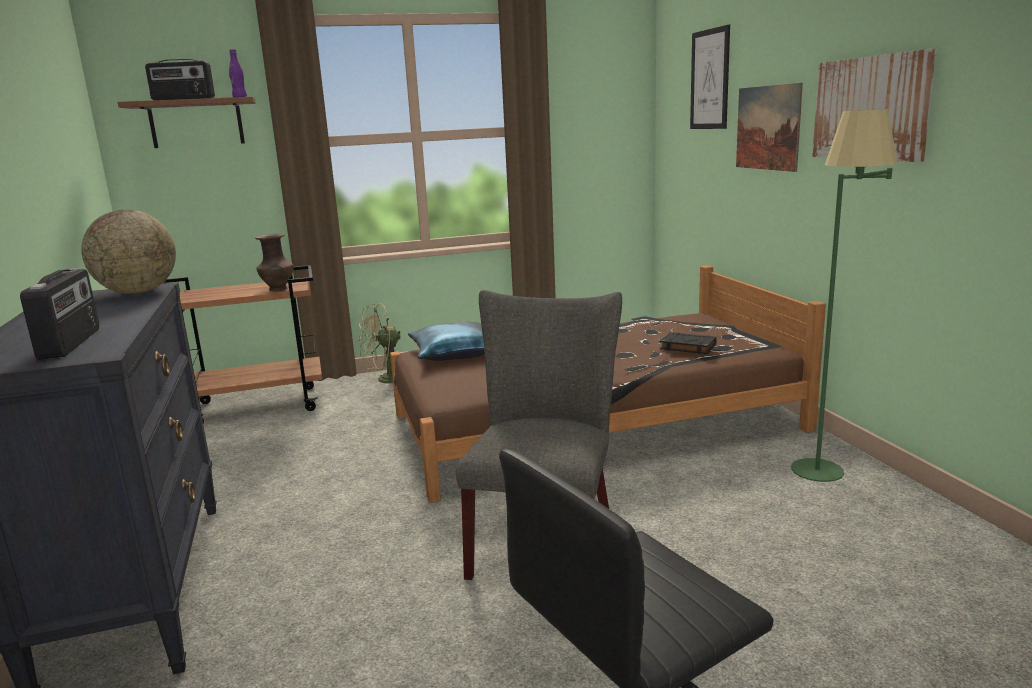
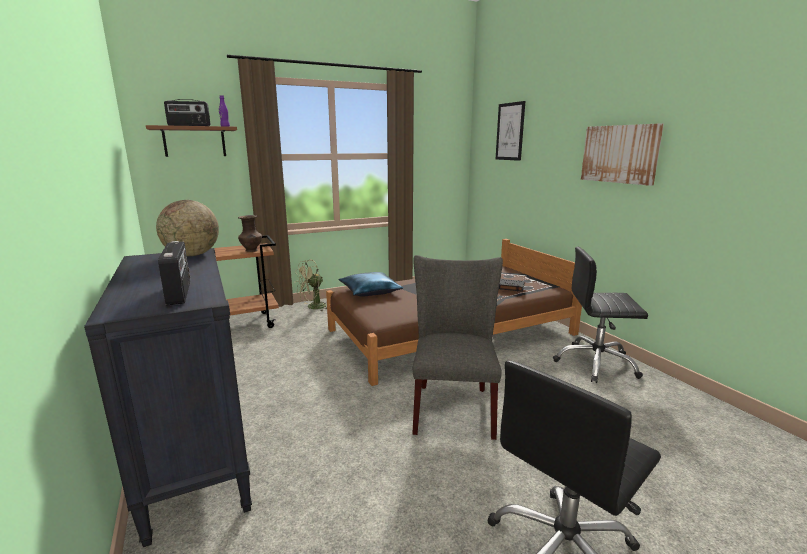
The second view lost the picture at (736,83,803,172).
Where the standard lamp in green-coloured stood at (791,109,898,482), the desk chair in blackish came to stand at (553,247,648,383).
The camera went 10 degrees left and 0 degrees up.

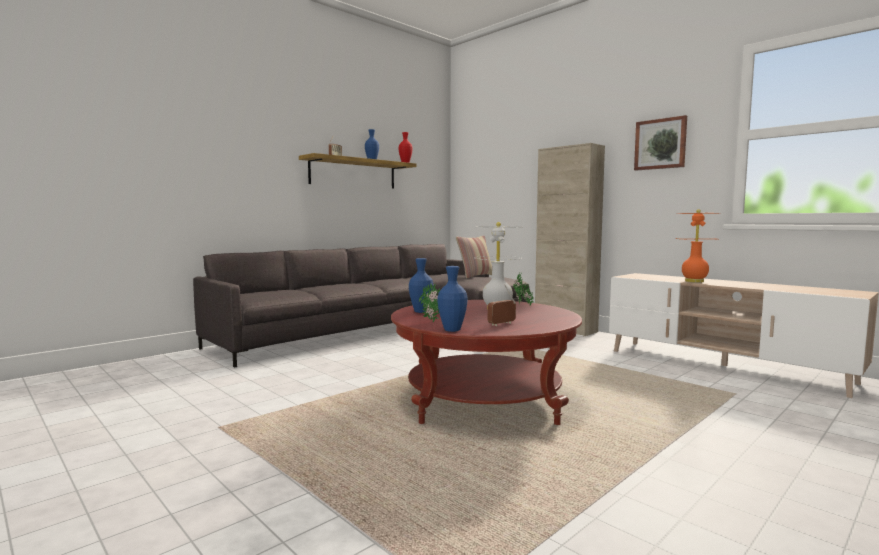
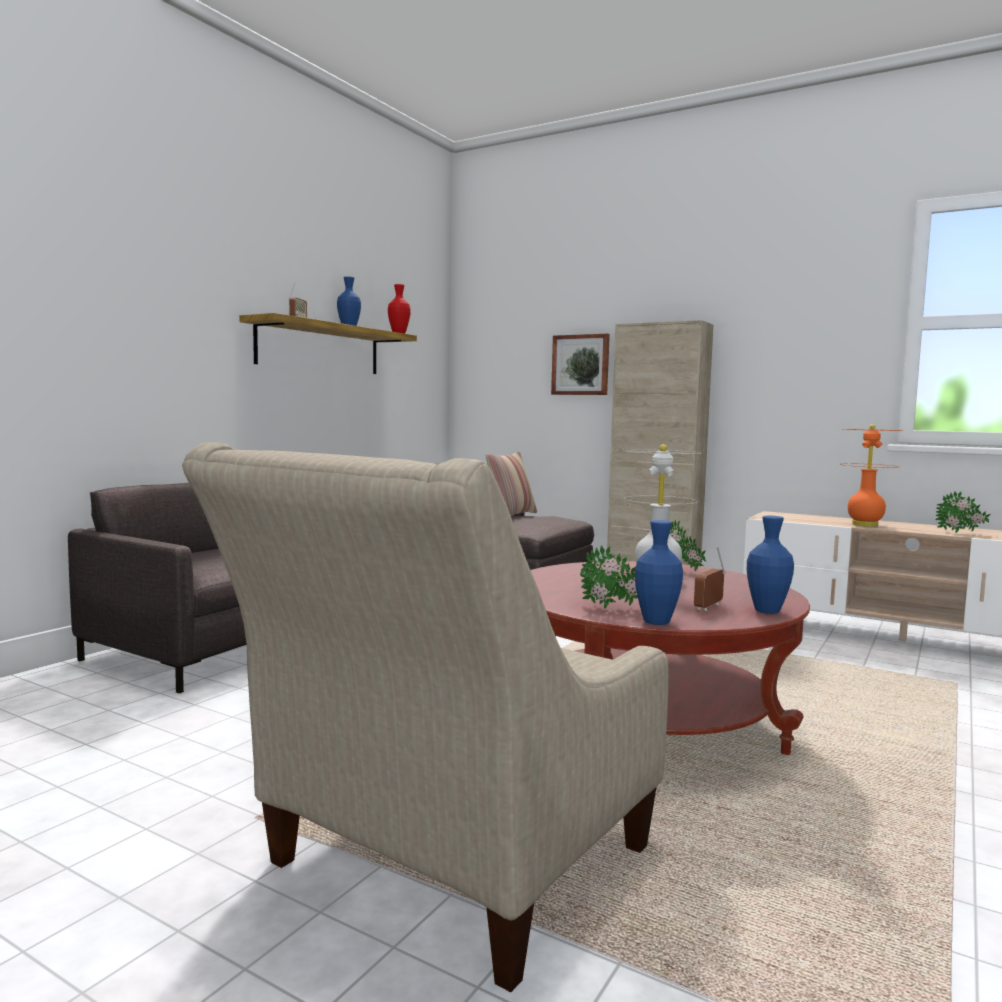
The picture ended up elsewhere, having gone from (634,115,687,171) to (551,334,610,395).
The flower vase in blue-coloured ended up elsewhere, having gone from (409,258,434,313) to (747,516,794,614).
The second view gained the lounge chair in beige-coloured at (182,442,669,992).
The second view gained the potted plant at (935,491,990,533).
The camera went 15 degrees left and 0 degrees up.

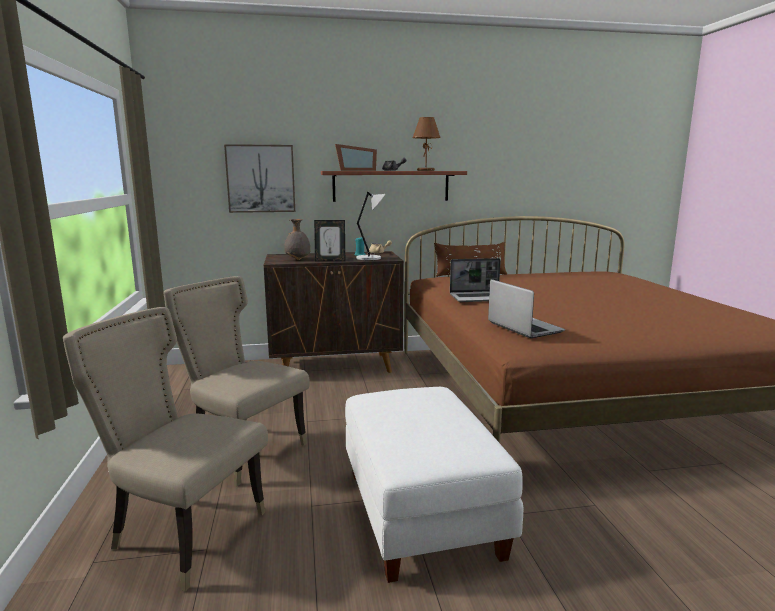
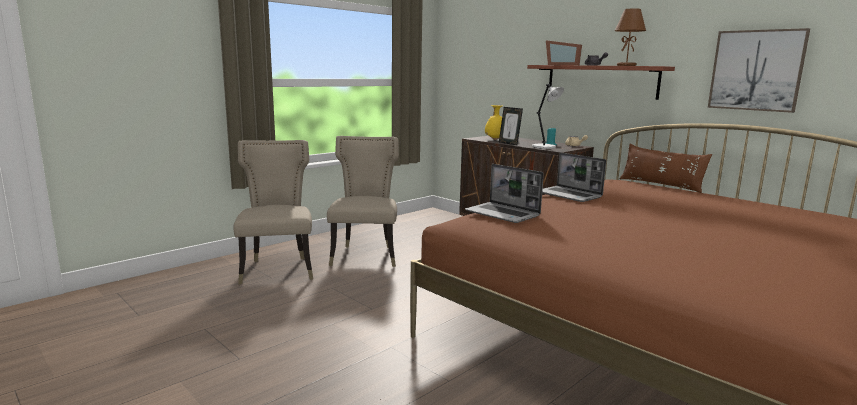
The picture ended up elsewhere, having gone from (224,144,295,213) to (708,28,810,113).
What was the flower vase in greyish at (284,219,311,260) turned into the flower vase in yellow-coloured at (485,105,502,140).
The notebook computer at (488,279,565,338) ended up facing another way, 105 degrees clockwise from before.
The second view lost the ottoman in white at (345,387,523,583).
The camera went 55 degrees right and 0 degrees up.

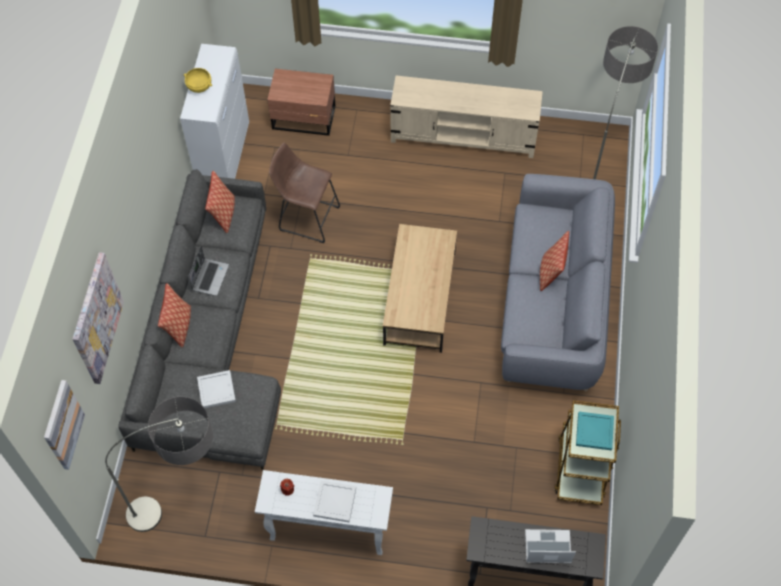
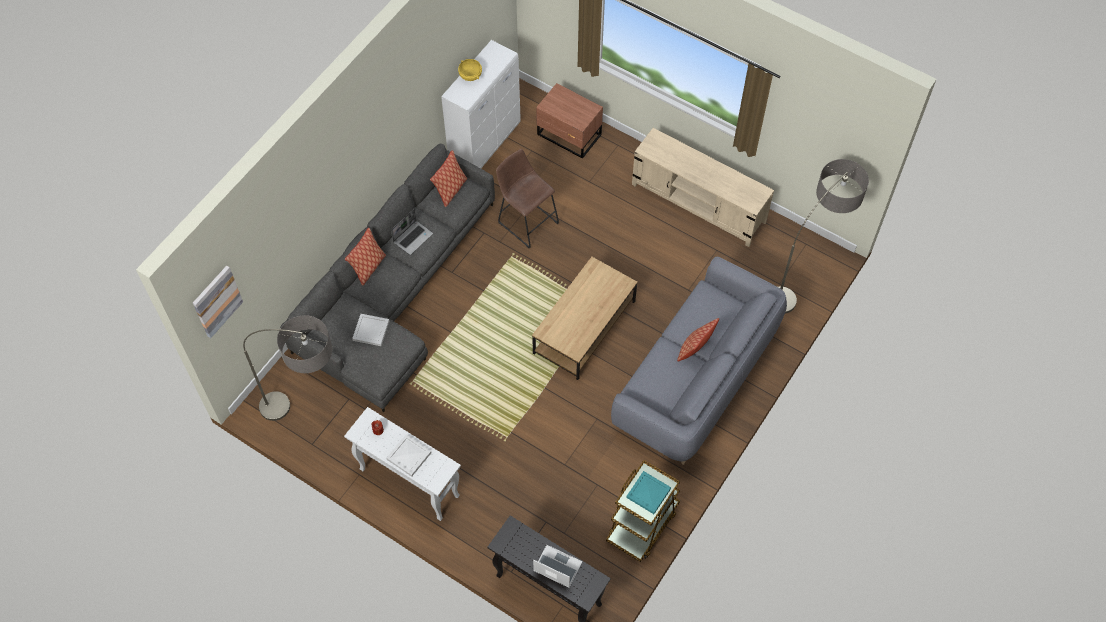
The second view lost the picture at (72,252,124,384).
The camera went 25 degrees right and 0 degrees up.

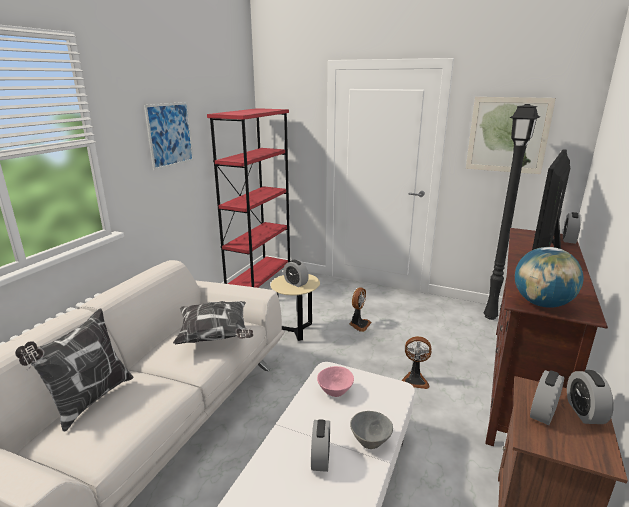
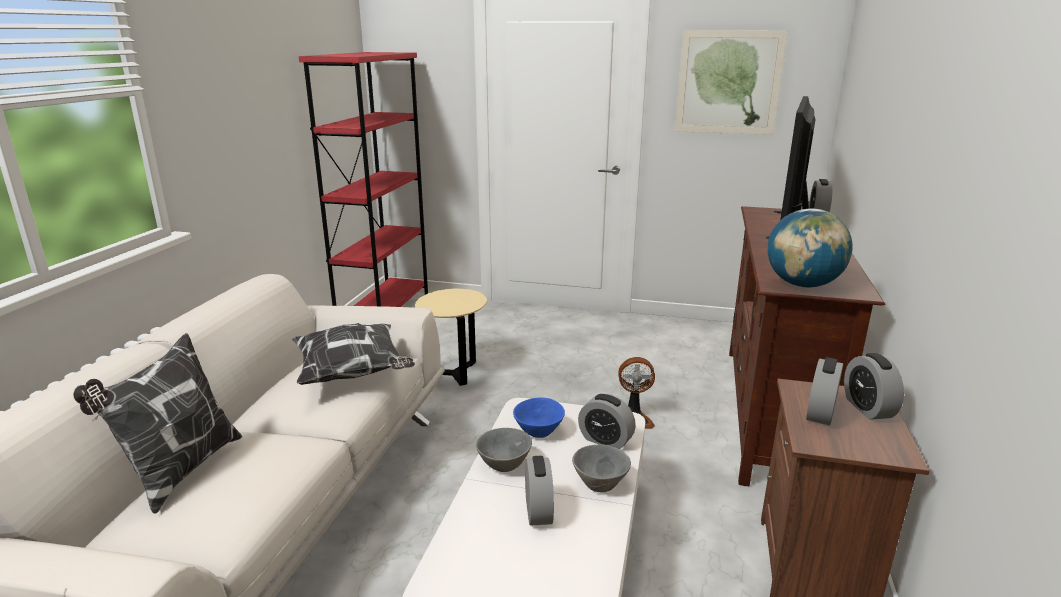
The second view lost the picture at (144,102,194,170).
The second view lost the standard lamp in blackish at (484,104,540,320).
The table clock ended up elsewhere, having gone from (283,260,309,287) to (578,394,636,449).
The second view lost the electric fan at (349,287,372,332).
What was the deep dish in pinkish at (317,366,354,397) turned into the deep dish in blue-coloured at (513,398,565,438).
The second view gained the deep dish in greyish at (476,428,532,472).
The camera went 10 degrees left and 0 degrees up.

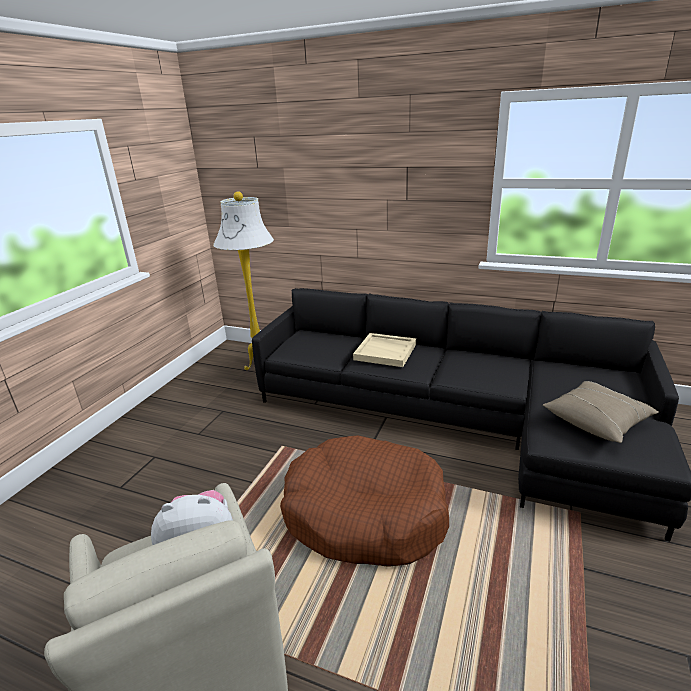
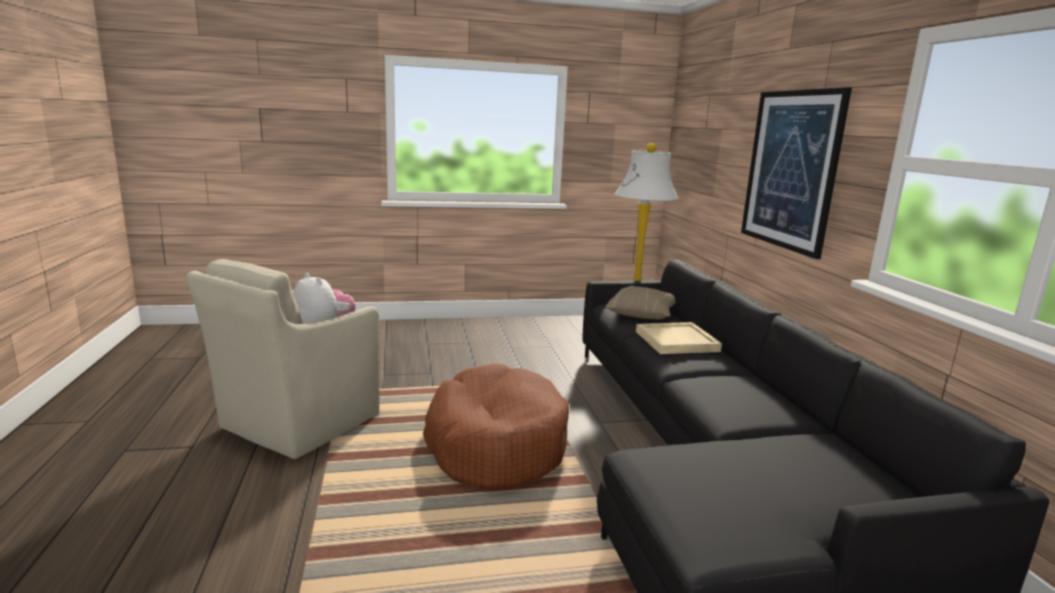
The cushion in beige-coloured ended up elsewhere, having gone from (543,381,659,443) to (605,286,675,319).
The second view gained the picture at (741,87,852,259).
The camera went 55 degrees right and 10 degrees down.

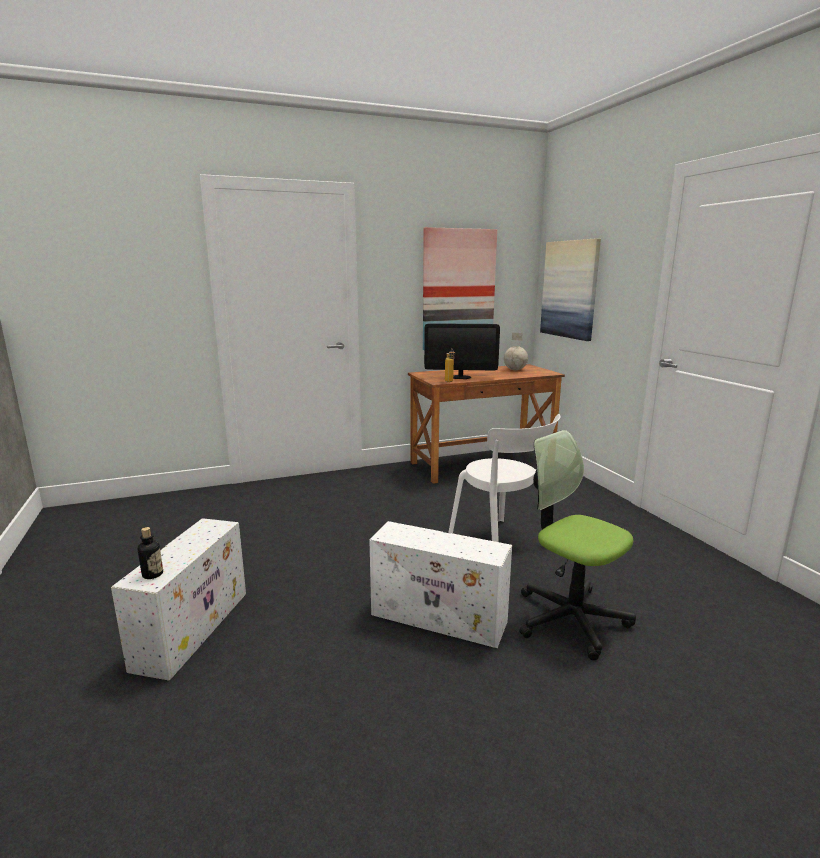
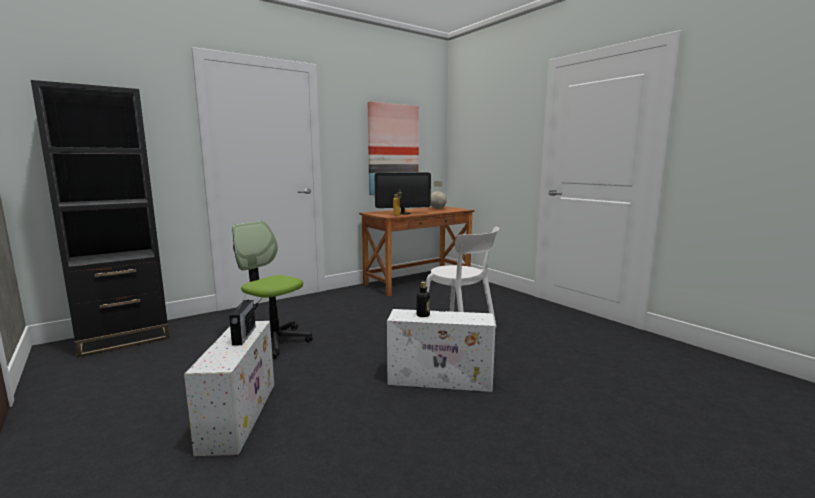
The second view lost the picture at (540,238,601,341).
The desk chair ended up elsewhere, having gone from (519,430,636,660) to (232,221,313,359).
The beverage bottle ended up elsewhere, having gone from (138,527,163,579) to (417,281,430,317).
The second view gained the bookcase in blackish at (31,80,170,358).
The second view gained the radio at (229,294,256,346).
The camera went 15 degrees left and 5 degrees down.

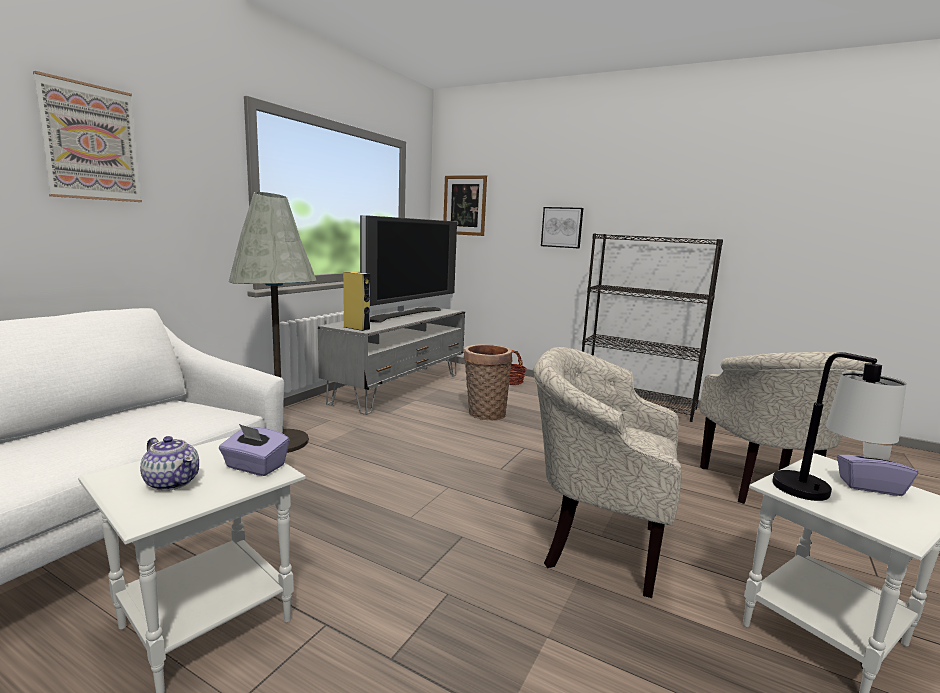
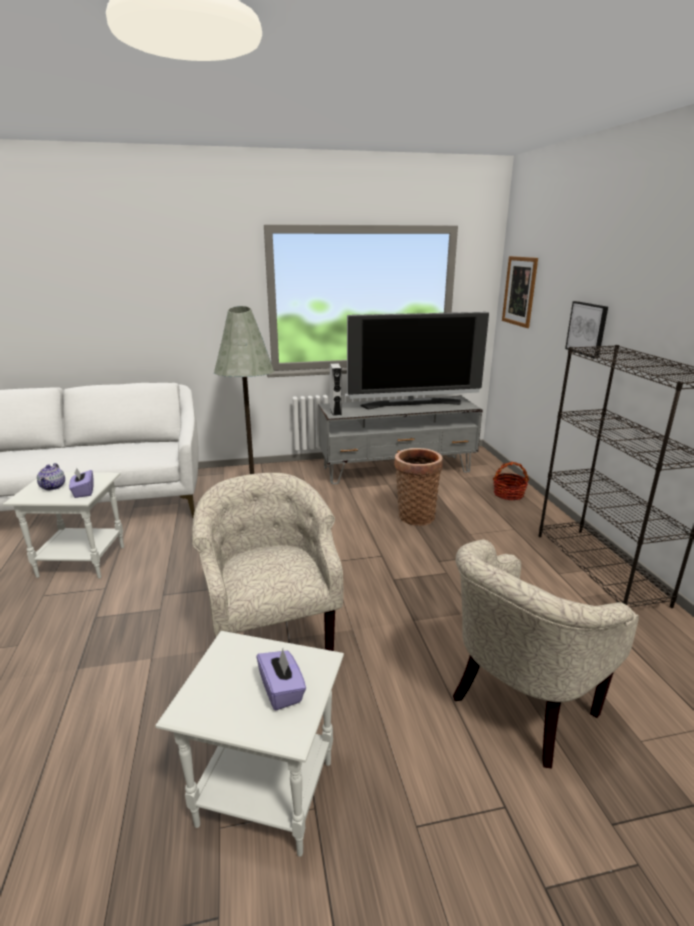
The second view lost the picture at (33,71,142,202).
What was the loudspeaker in yellow-coloured at (343,272,371,331) turned into the loudspeaker in greyish at (330,363,342,416).
The second view lost the tabletop lamp at (772,352,907,501).
The camera went 50 degrees right and 10 degrees up.

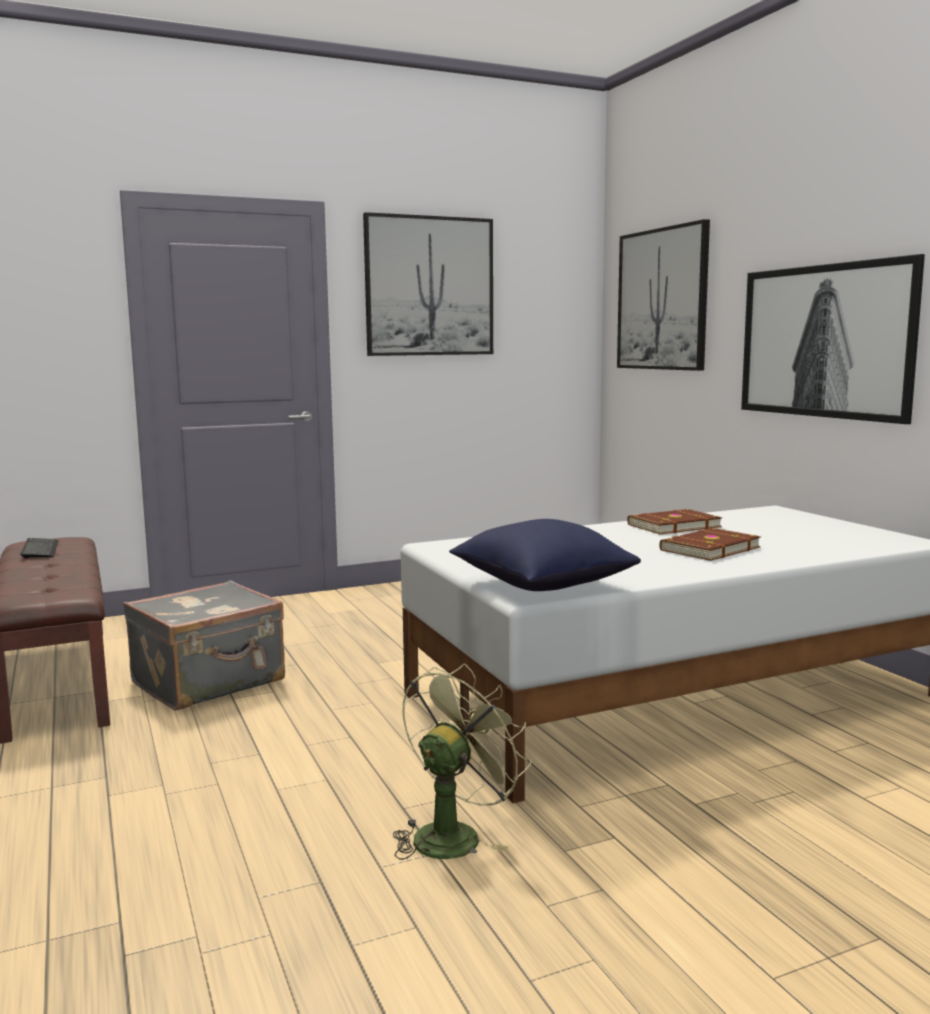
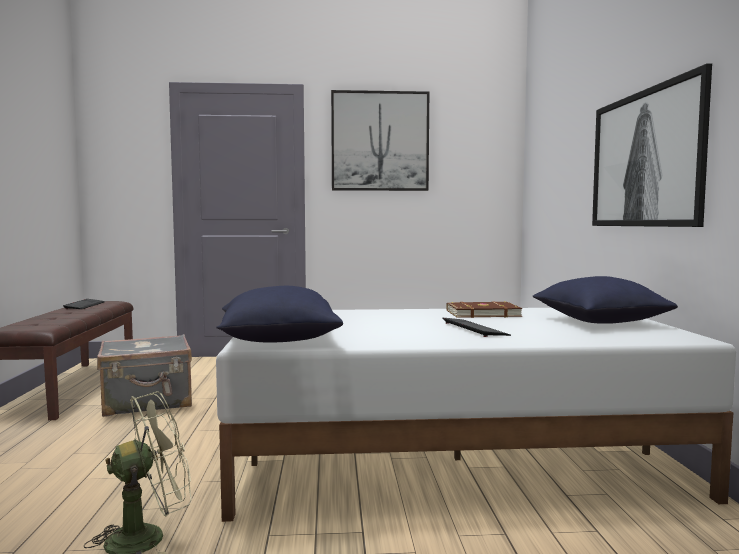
The second view lost the picture at (617,219,710,371).
Where the book in brown-coloured stood at (660,528,761,561), the keyboard came to stand at (442,317,511,337).
The second view gained the cushion in blue-coloured at (533,276,678,324).
The camera went 20 degrees right and 5 degrees down.

